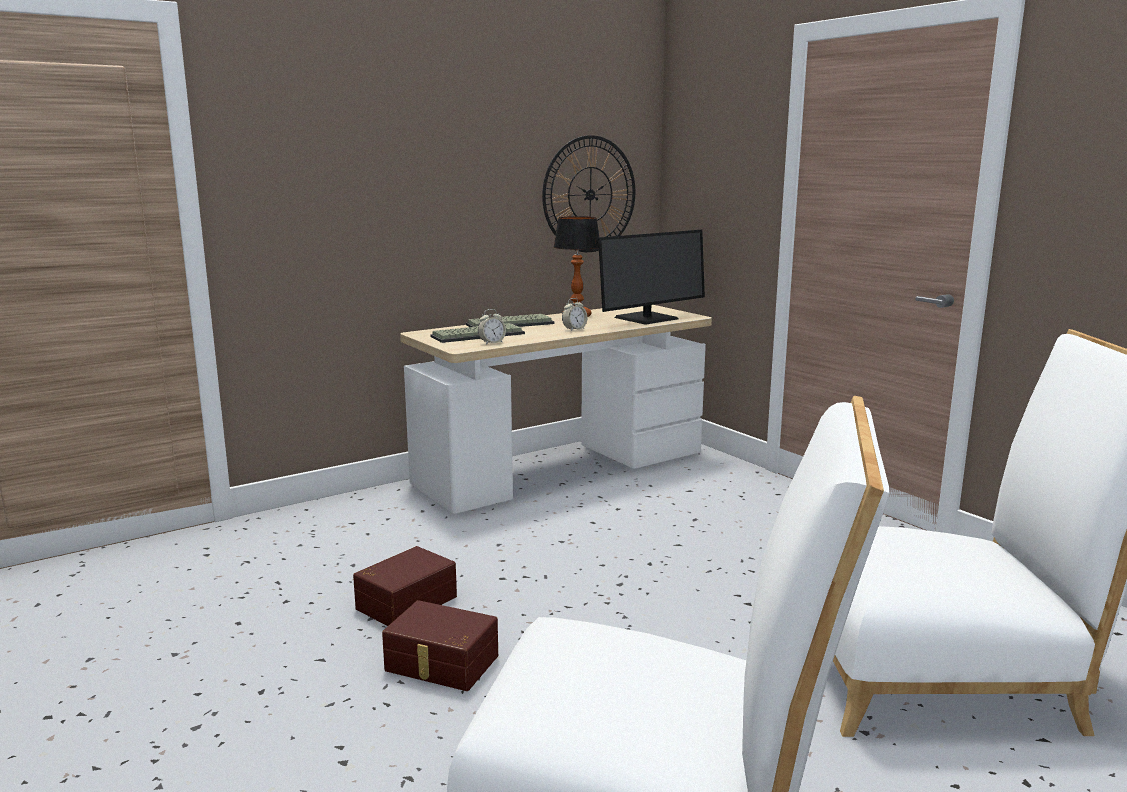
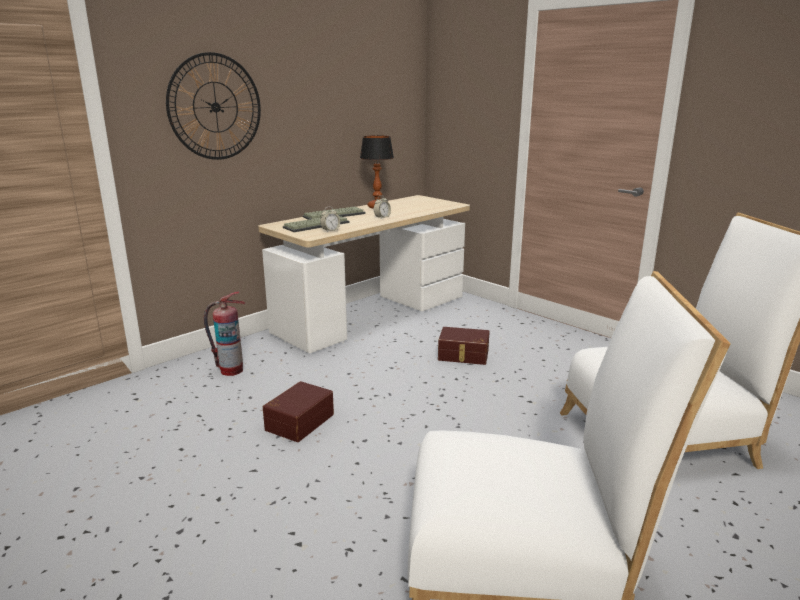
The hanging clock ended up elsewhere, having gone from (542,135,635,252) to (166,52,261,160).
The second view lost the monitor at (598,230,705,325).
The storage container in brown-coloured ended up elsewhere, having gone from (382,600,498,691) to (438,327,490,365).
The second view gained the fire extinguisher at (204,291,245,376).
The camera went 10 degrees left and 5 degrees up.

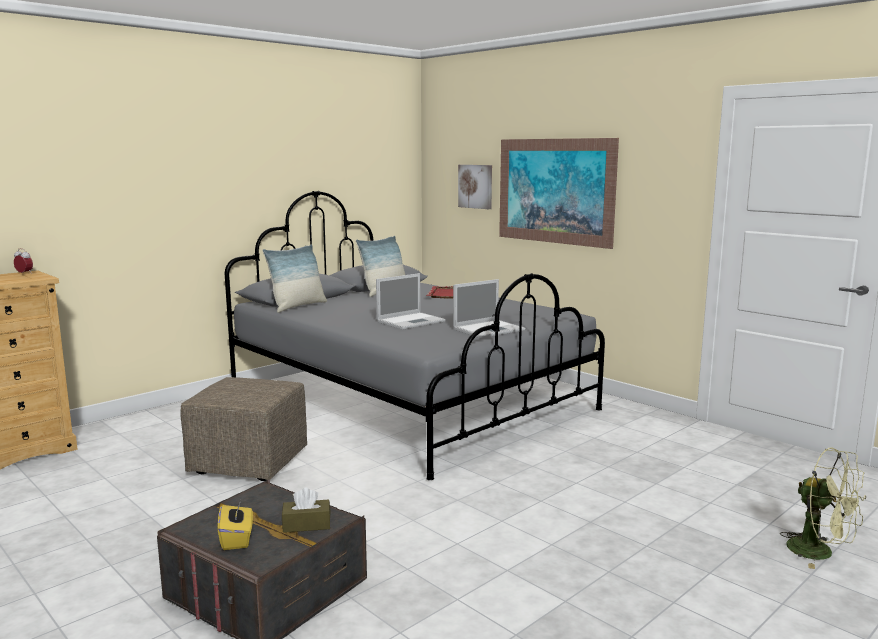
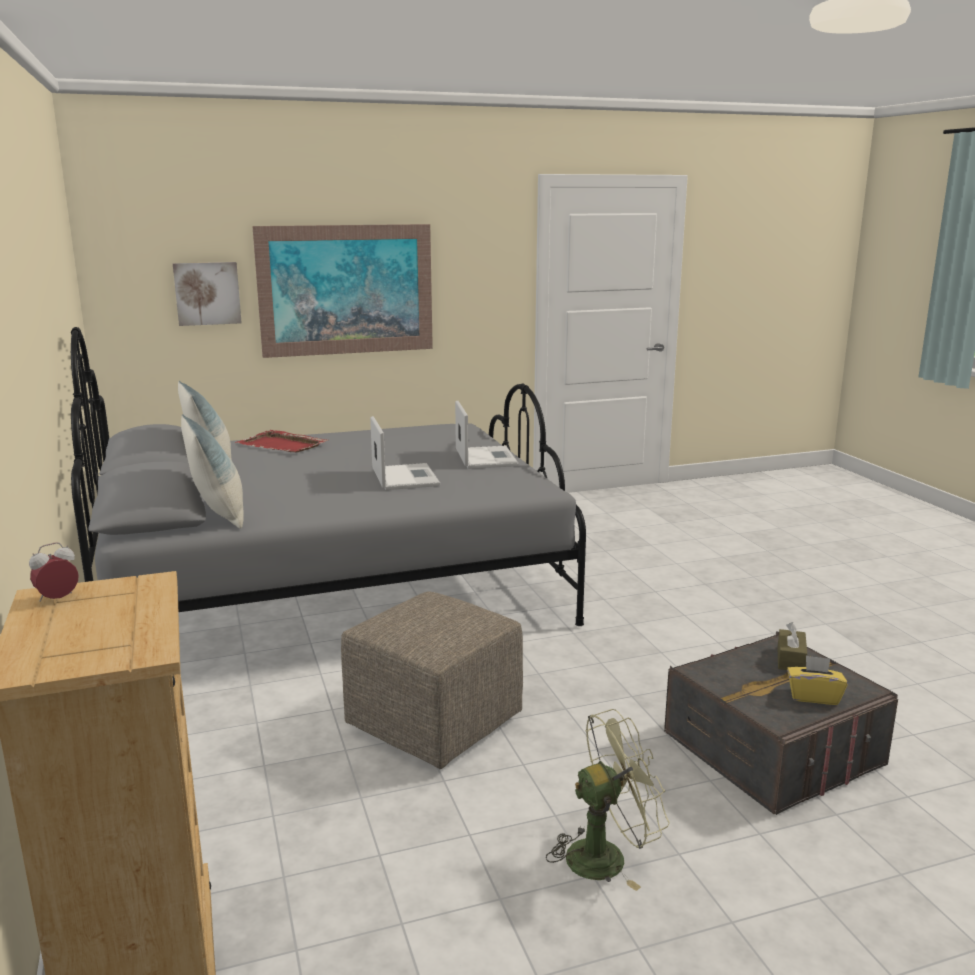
The electric fan in green-coloured ended up elsewhere, having gone from (780,447,866,569) to (546,709,670,891).
The camera went 65 degrees left and 5 degrees up.

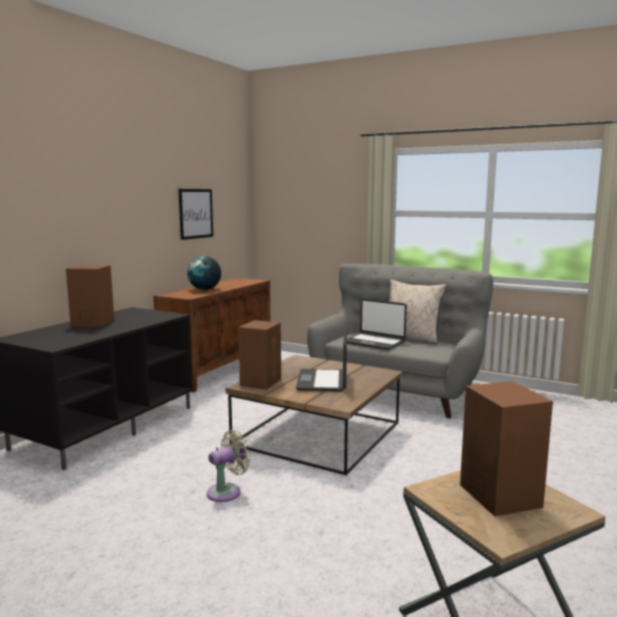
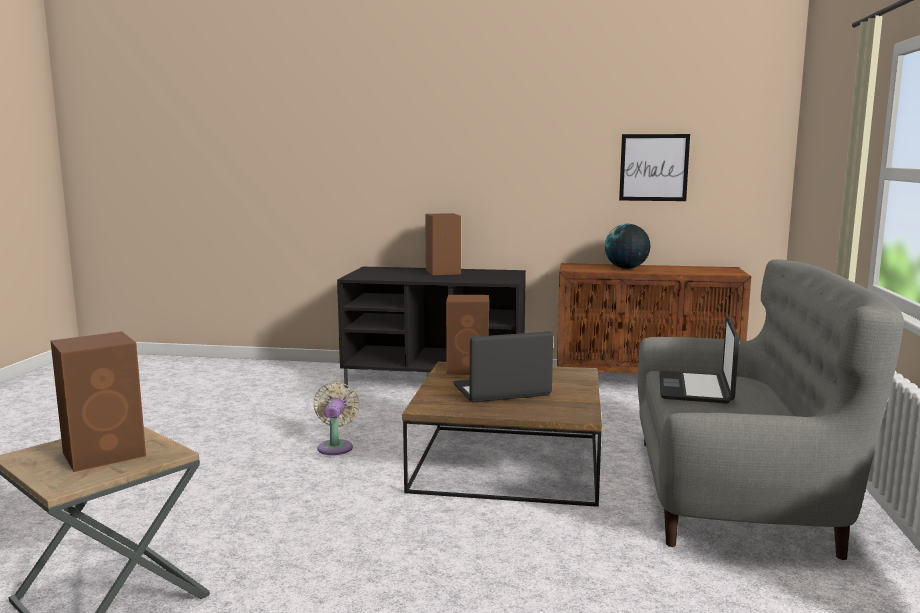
The second view lost the cushion in beige-coloured at (389,280,446,344).
The electric fan in beige-coloured at (207,430,251,502) ended up facing another way, 120 degrees counterclockwise from before.
The camera went 70 degrees right and 0 degrees up.

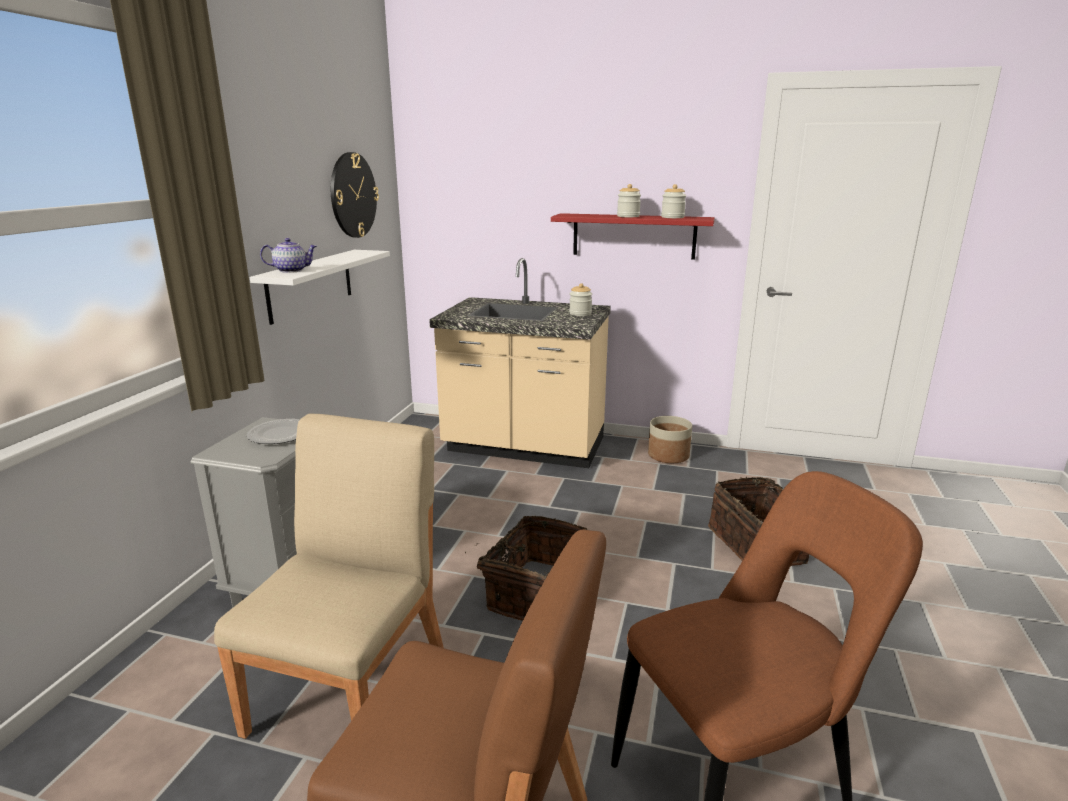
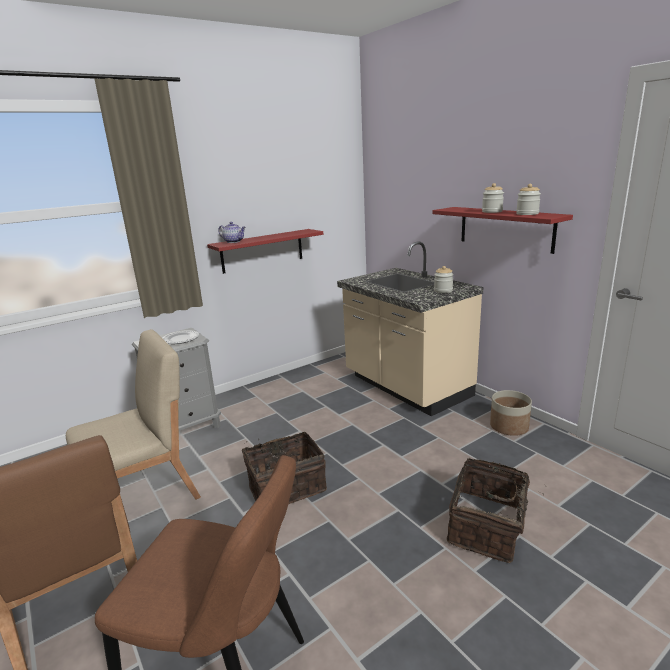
The second view lost the hanging clock at (331,152,379,238).
What was the shelf in white at (250,250,390,325) turned into the shelf in red-coloured at (207,229,323,274).
The camera went 40 degrees right and 0 degrees up.

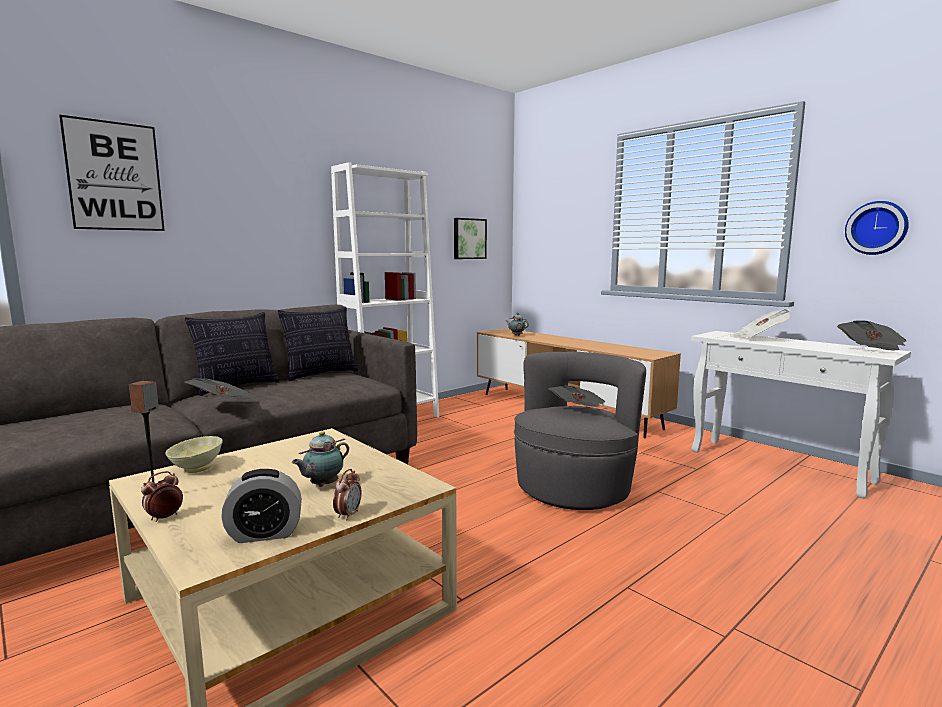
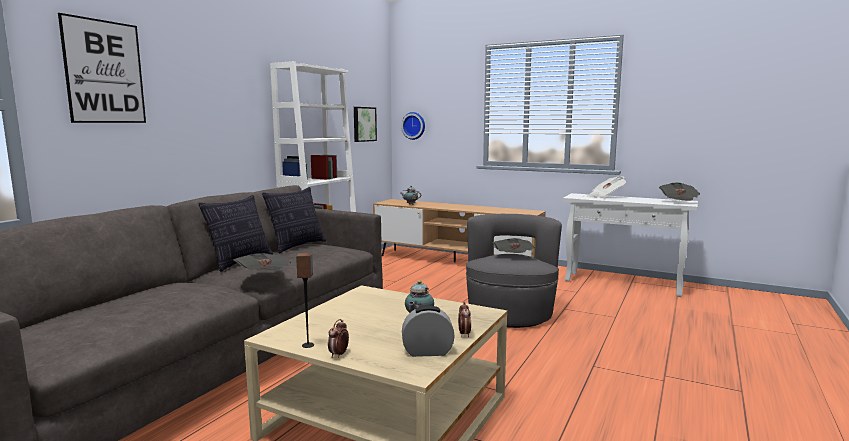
The hanging clock ended up elsewhere, having gone from (845,201,909,255) to (401,112,425,140).
The second view lost the deep dish in beige-coloured at (165,436,223,473).
The table clock at (221,469,302,543) ended up facing another way, 150 degrees counterclockwise from before.
The camera went 20 degrees left and 0 degrees up.

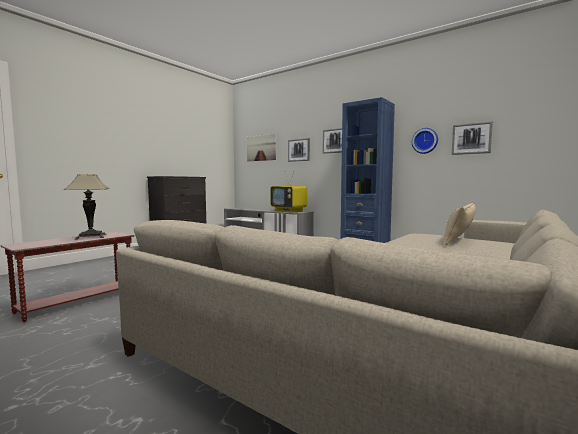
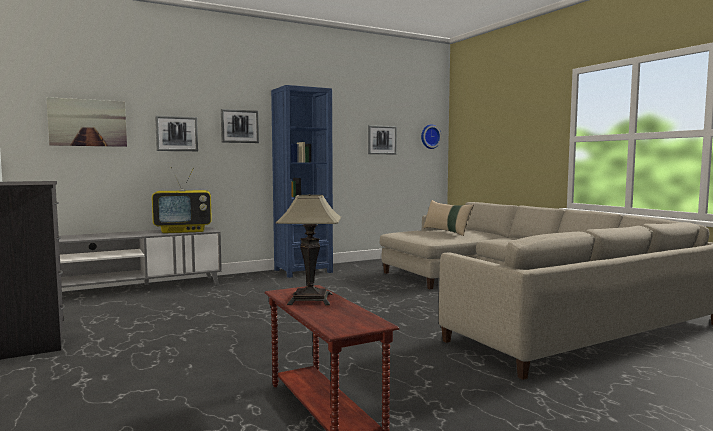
The hanging clock ended up elsewhere, having gone from (412,128,438,154) to (421,124,442,149).
The camera went 65 degrees left and 0 degrees up.

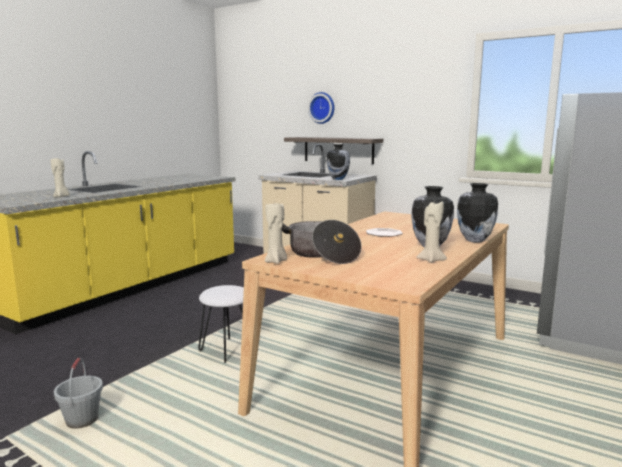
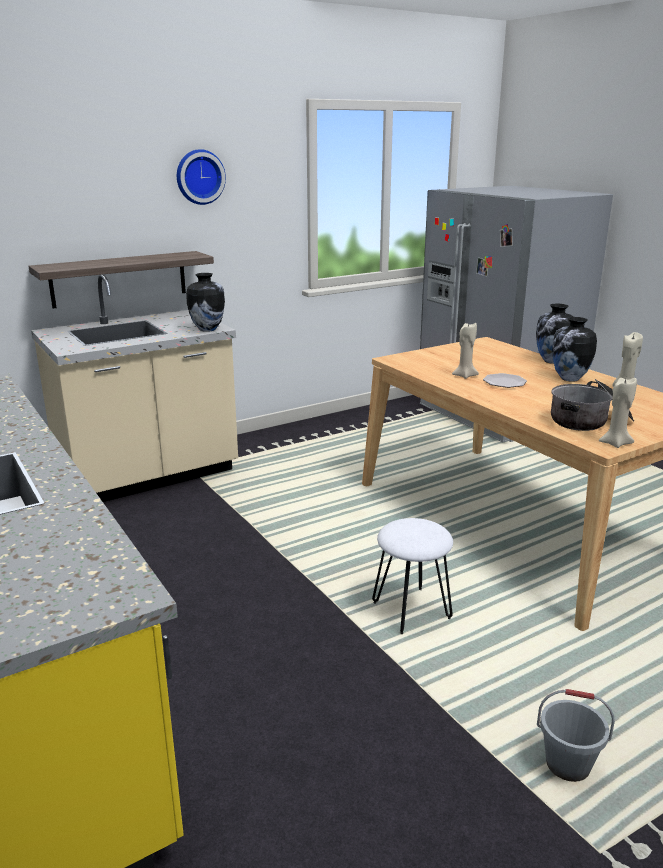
The hanging clock ended up elsewhere, having gone from (308,92,335,124) to (177,149,226,205).
The candle in beige-coloured ended up elsewhere, having gone from (50,158,70,197) to (452,323,479,379).
The camera went 65 degrees left and 10 degrees up.

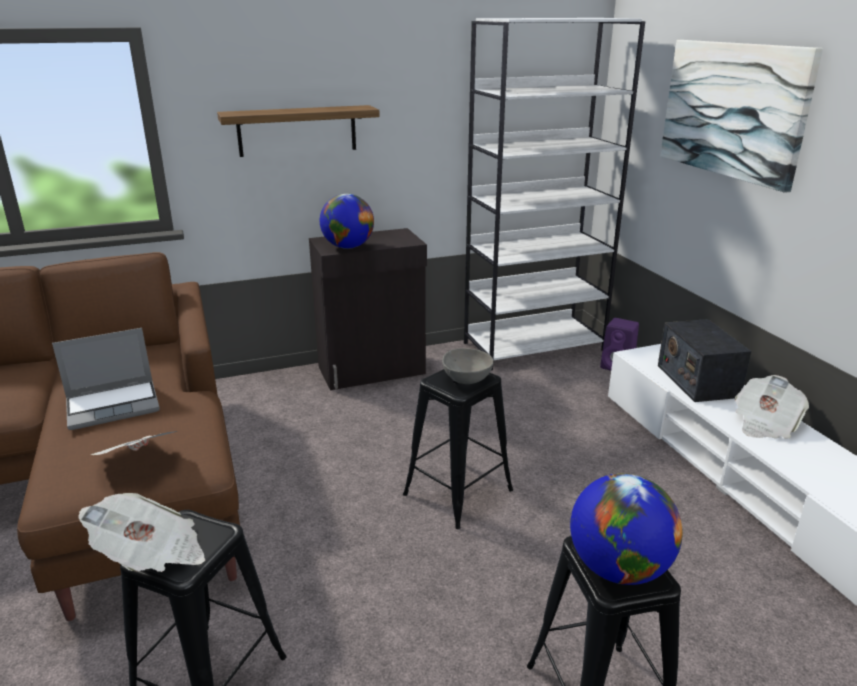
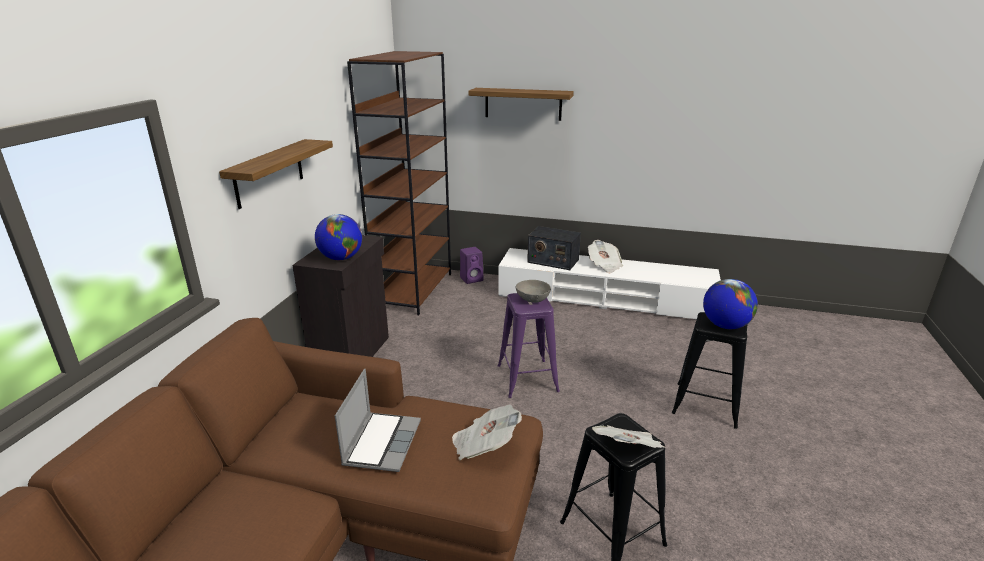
What was the bookcase in white at (464,18,645,370) turned into the bookcase in brown-coloured at (347,51,451,315).
Where the picture hung at (660,40,823,193), the shelf came to hang at (468,88,574,121).
What was the sitting stool in blackish at (403,369,513,529) turned into the sitting stool in purplish at (497,293,560,398).
The camera went 55 degrees left and 0 degrees up.

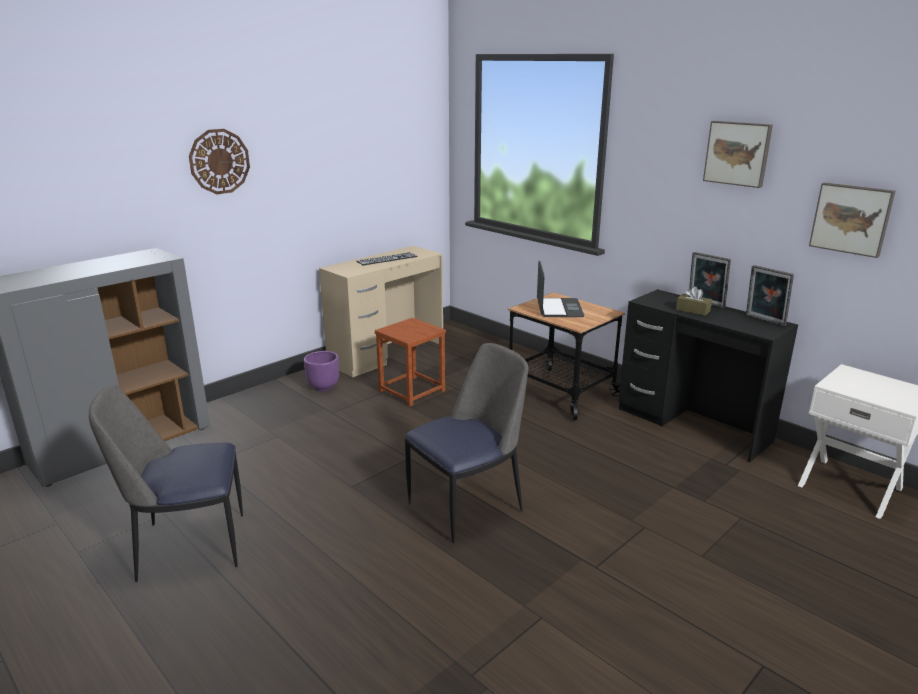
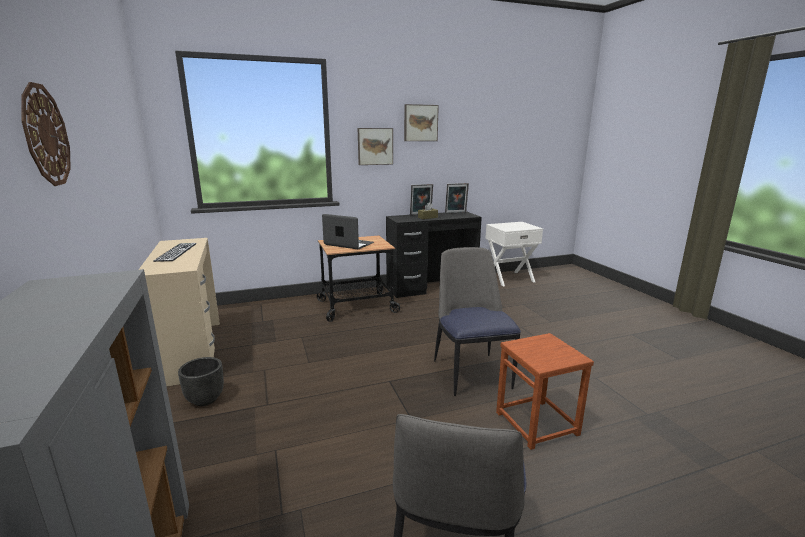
The picture ended up elsewhere, having gone from (809,183,896,258) to (358,128,393,165).
The sitting stool in brown-coloured ended up elsewhere, having gone from (375,318,446,406) to (496,333,594,450).
What was the flower pot in purplish at (304,351,339,391) turned into the flower pot in blackish at (178,357,224,406).
The camera went 65 degrees left and 5 degrees down.

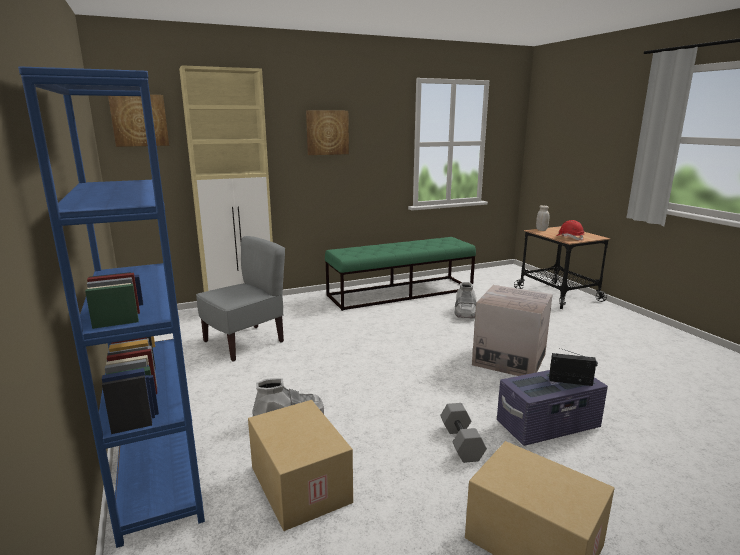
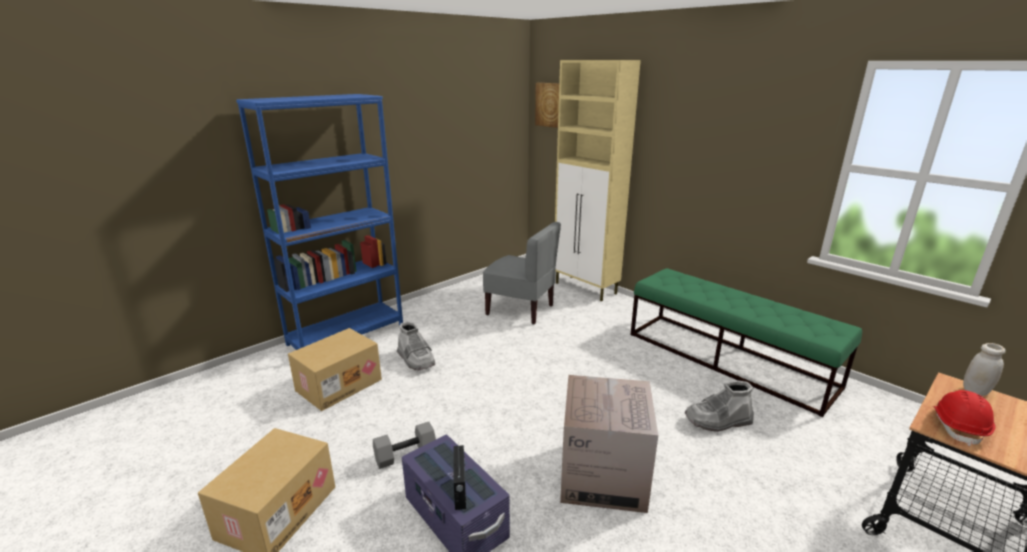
The second view lost the picture at (306,110,349,155).
The camera went 70 degrees right and 5 degrees up.

